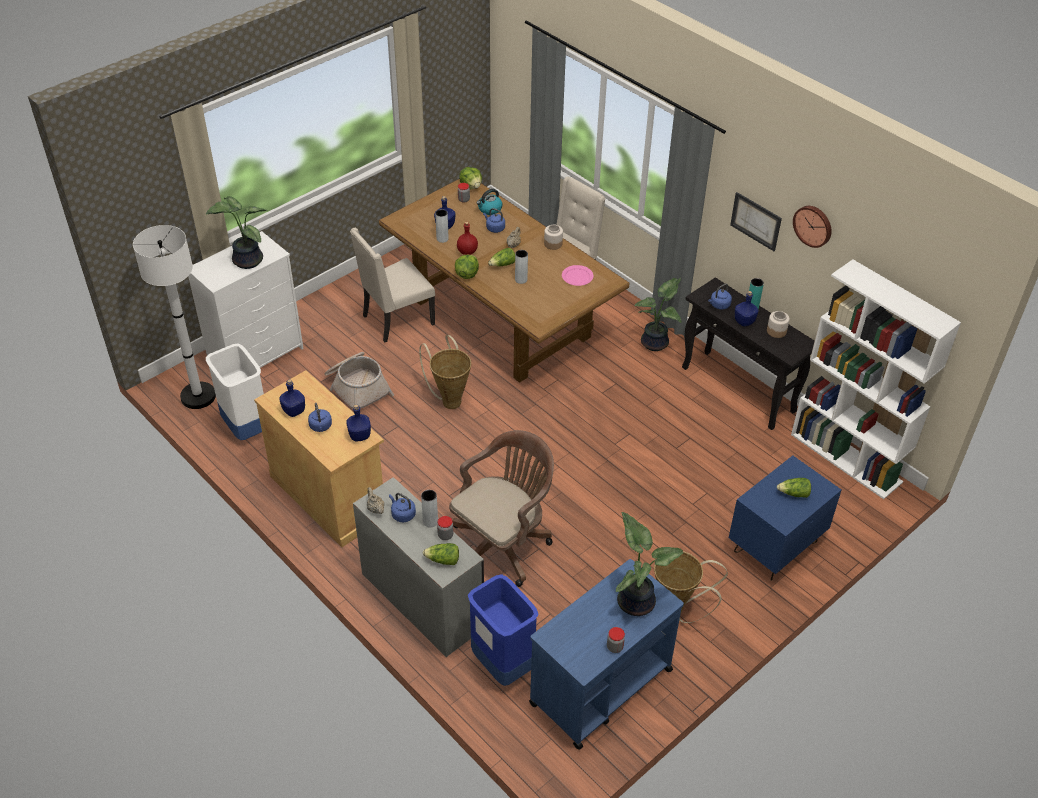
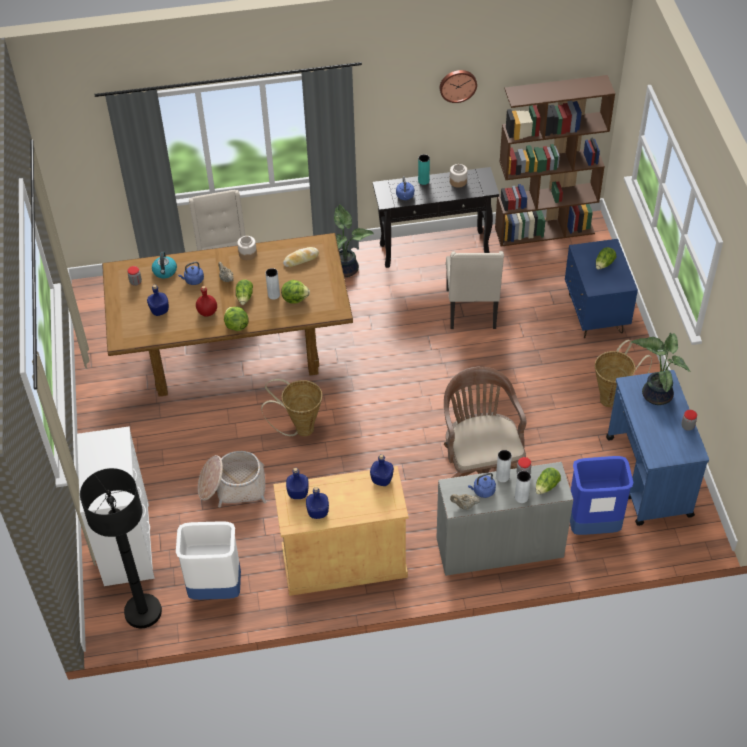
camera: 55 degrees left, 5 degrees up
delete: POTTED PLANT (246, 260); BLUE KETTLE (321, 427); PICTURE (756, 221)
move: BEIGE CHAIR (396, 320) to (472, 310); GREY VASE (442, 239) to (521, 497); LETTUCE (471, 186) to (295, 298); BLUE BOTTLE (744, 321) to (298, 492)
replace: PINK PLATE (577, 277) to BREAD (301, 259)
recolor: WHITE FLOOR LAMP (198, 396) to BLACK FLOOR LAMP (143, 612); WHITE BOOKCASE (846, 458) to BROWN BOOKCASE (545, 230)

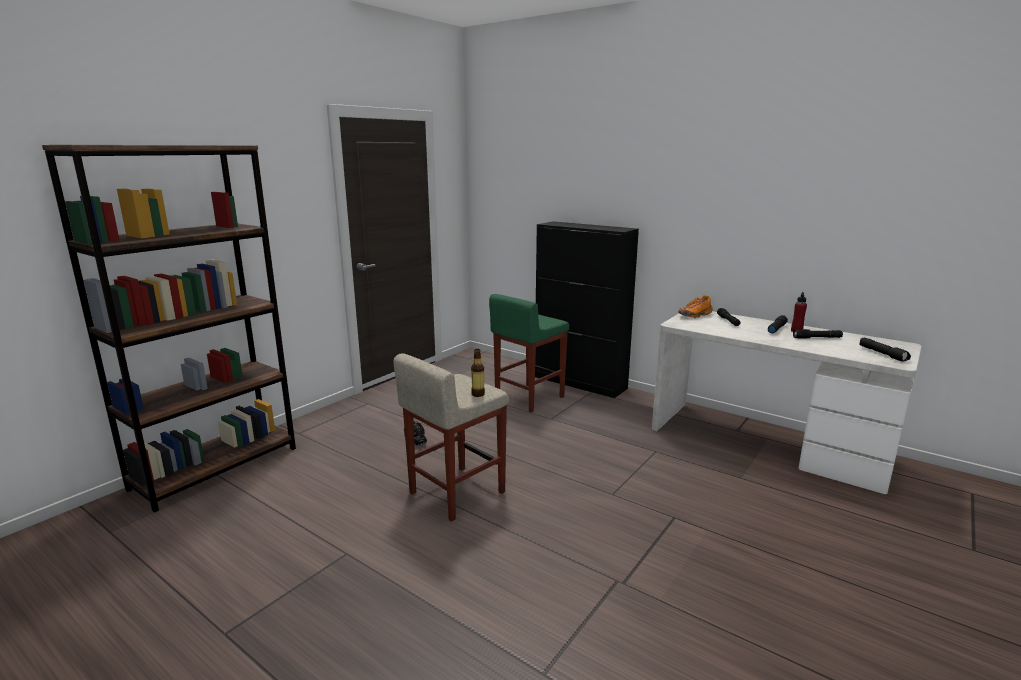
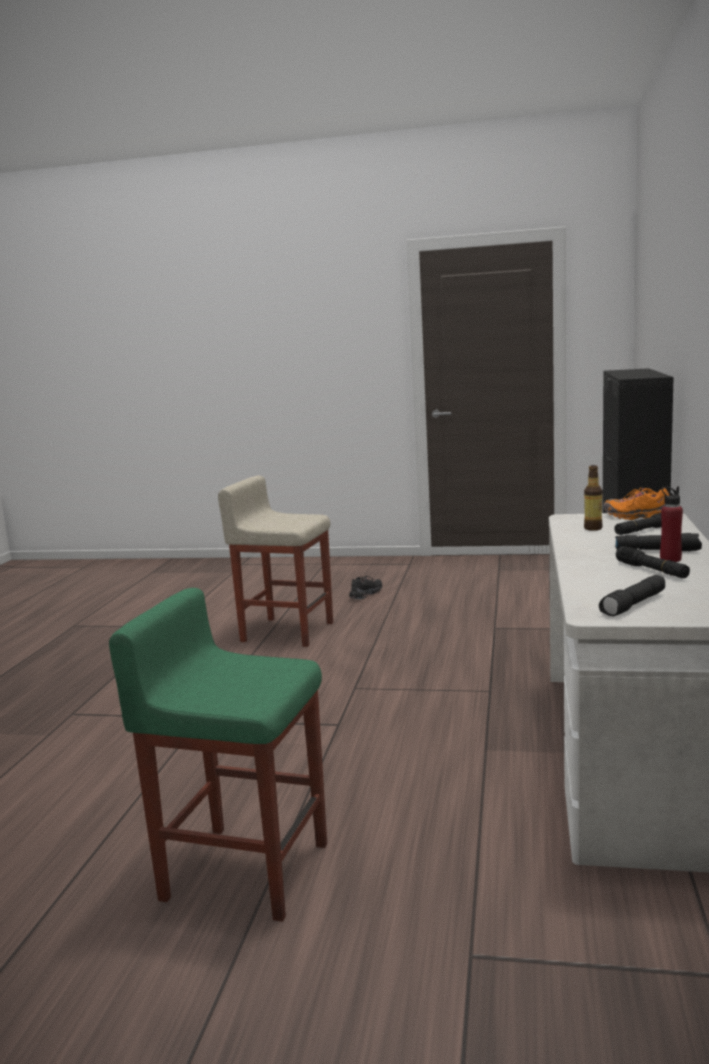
camera: 65 degrees right, 5 degrees down
delete: BROWN BOOKCASE (216, 468)
move: BOTTLE (478, 394) to (593, 528); GREEN STOOL (528, 398) to (243, 870)

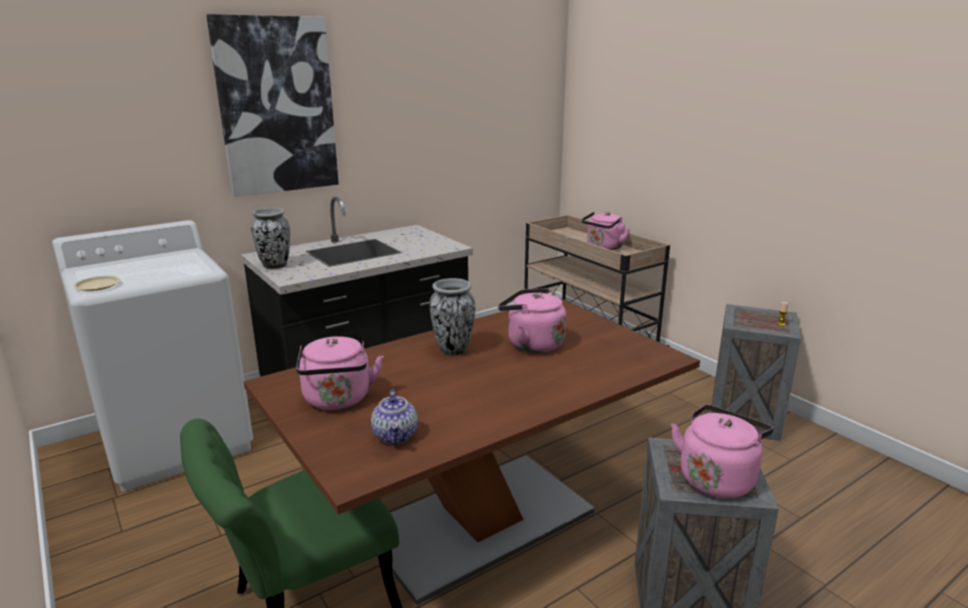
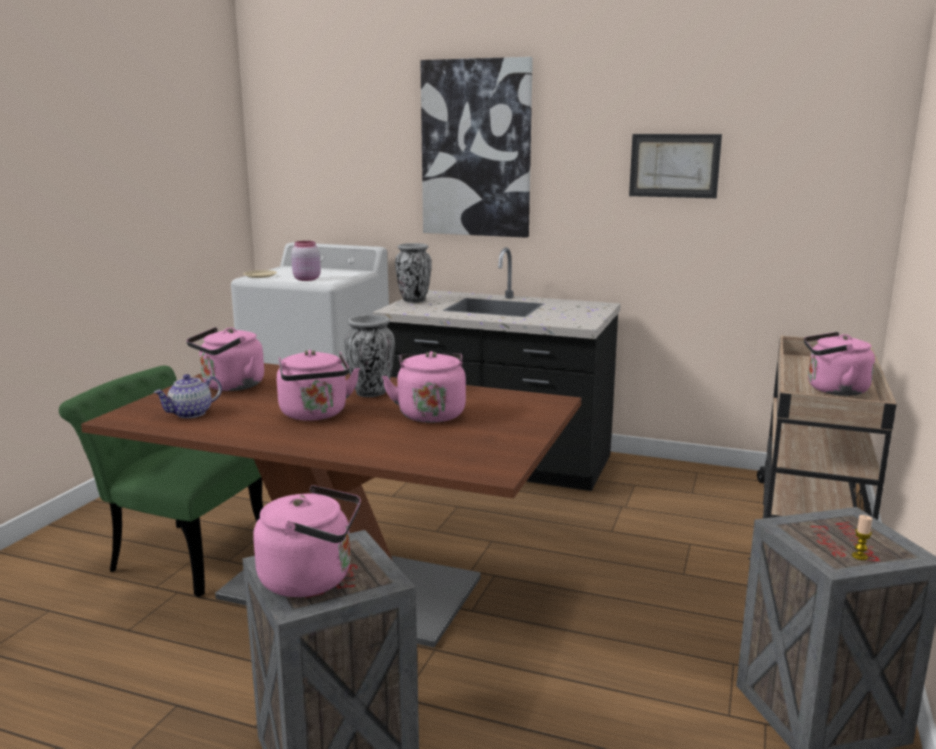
camera: 55 degrees right, 5 degrees down
insert: PINK KETTLE (315, 415); PINK JAR (306, 279); PICTURE (674, 165)

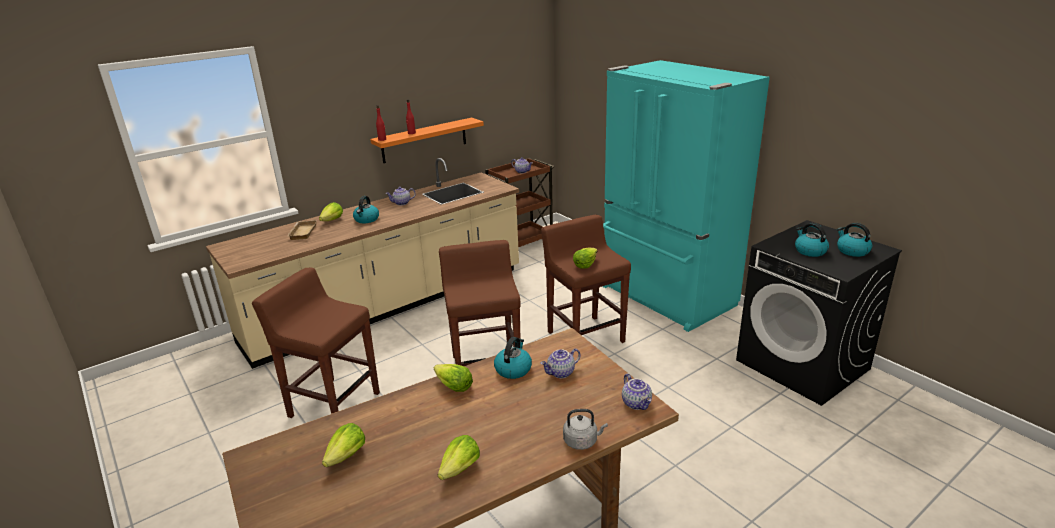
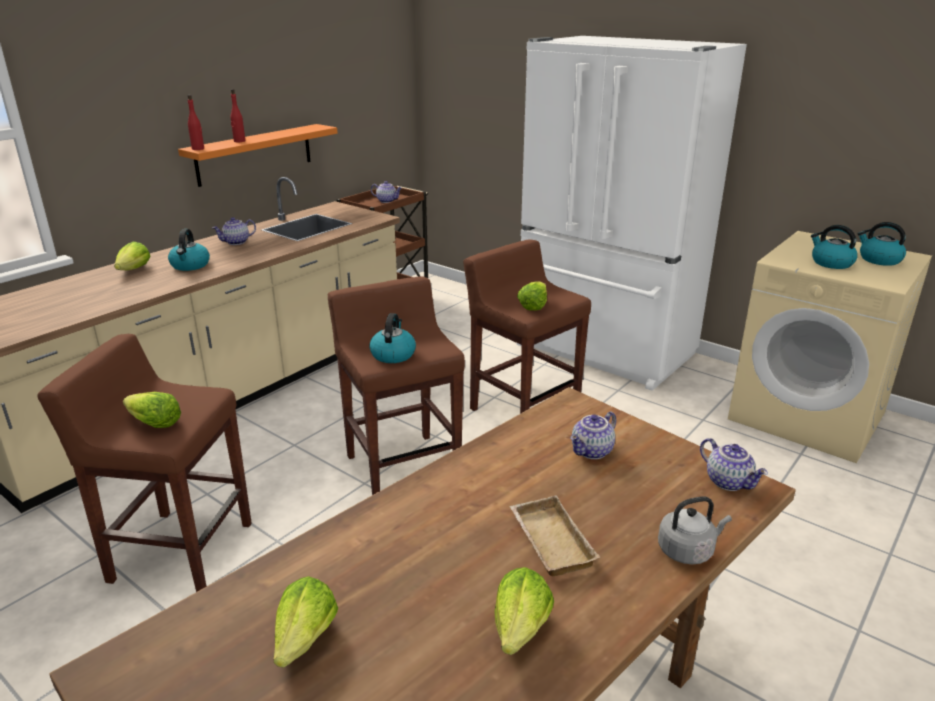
camera: 15 degrees left, 0 degrees up
move: BEIGE TRAY (302, 232) to (548, 541); LETTUCE (453, 386) to (154, 423); KETTLE (513, 369) to (393, 354)
recolor: TURQUOISE FRIDGE (666, 297) to WHITE FRIDGE (603, 351); BLACK WASHING MACHINE (803, 365) to BEIGE WASHING MACHINE (808, 416)

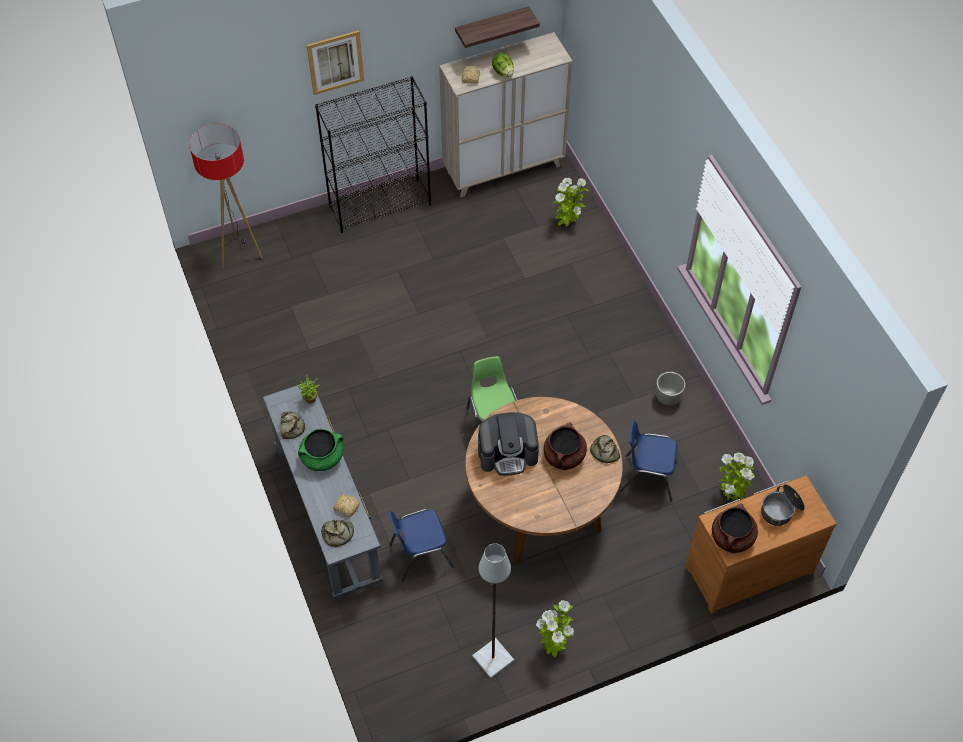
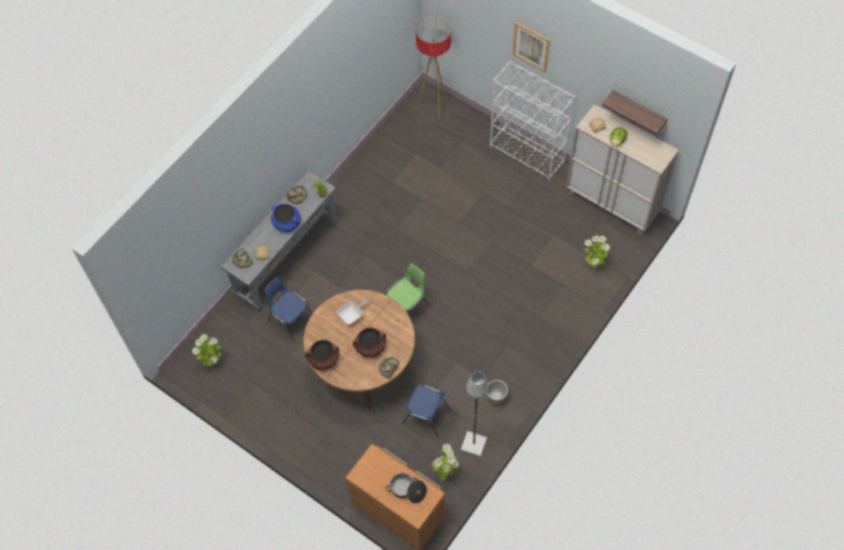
camera: 60 degrees right, 5 degrees up
move: GREY FLOOR LAMP (493, 659) to (473, 444); POTTED PLANT (553, 647) to (213, 363); BROWN COOKING POT (732, 538) to (323, 359)
replace: COFFEE MACHINE (508, 453) to FRYING PAN (352, 316)
recolor: GREEN COOKING POT (322, 457) to BLUE COOKING POT (287, 223); BLACK BOOKCASE (380, 205) to WHITE BOOKCASE (527, 154)
rotate: BLUE CHAIR (647, 477) = (427, 416) 135 degrees clockwise

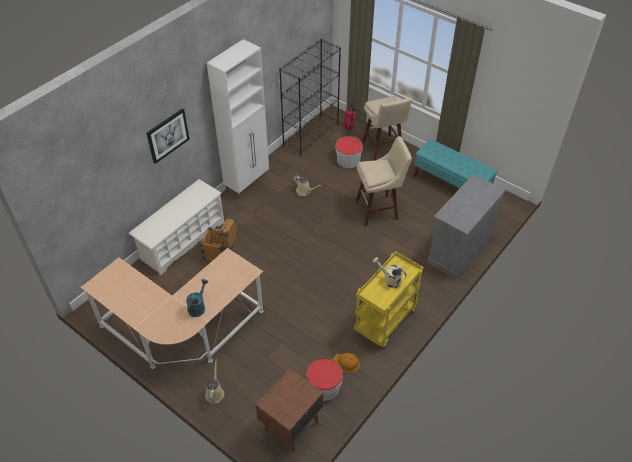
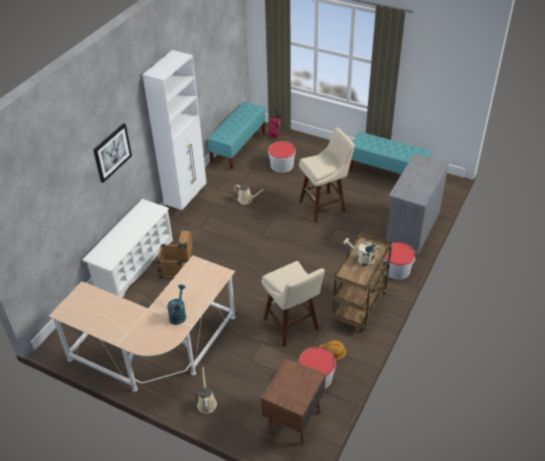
camera: 10 degrees left, 5 degrees down
insert: BUCKET (396, 270)
move: BEIGE STOOL (383, 149) to (292, 327)
replace: BLACK BOOKCASE (311, 135) to TURQUOISE BENCH (238, 147)
recolor: YELLOW CART (385, 322) to BROWN CART (359, 307)

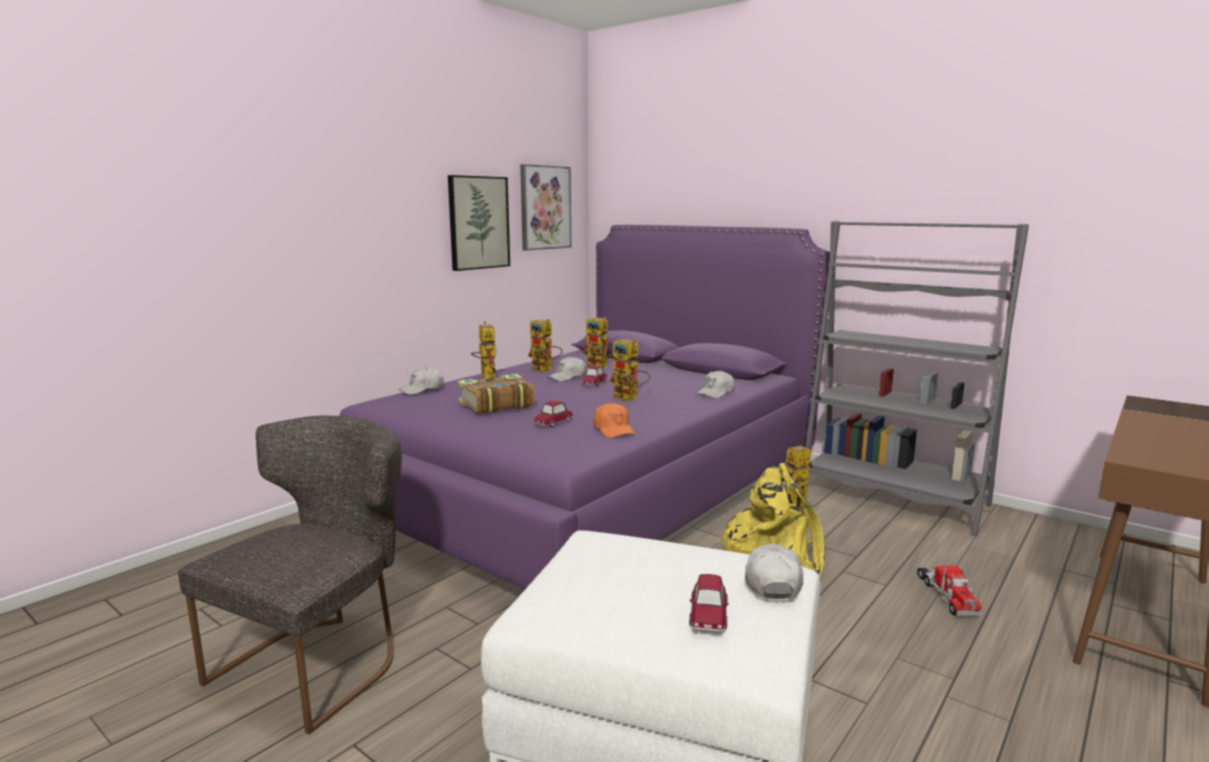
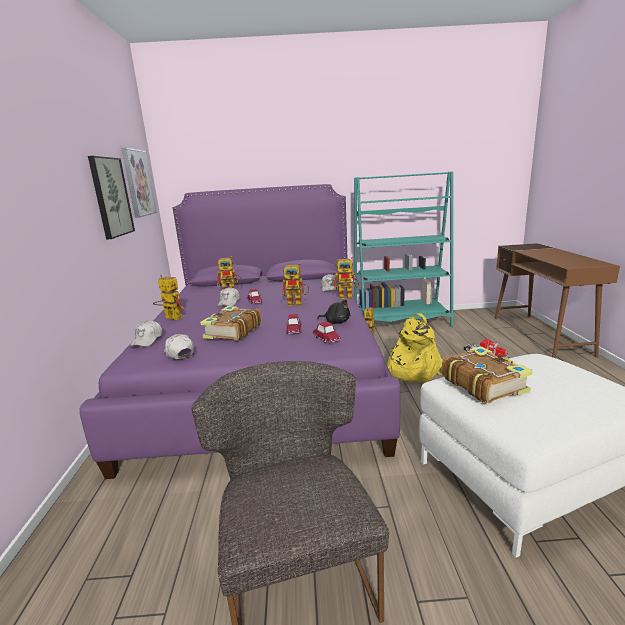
camera: 40 degrees left, 5 degrees up
insert: BOOK (483, 383)
move: TOY ROBOT (546, 370) to (348, 296); TOY CAR (708, 615) to (326, 338); WHITE CAP (771, 581) to (179, 352)
replace: ORANGE CAP (613, 430) to BLACK PLUSH TOY (336, 322)
recolor: GREY BOOKCASE (893, 498) to TURQUOISE BOOKCASE (401, 322)

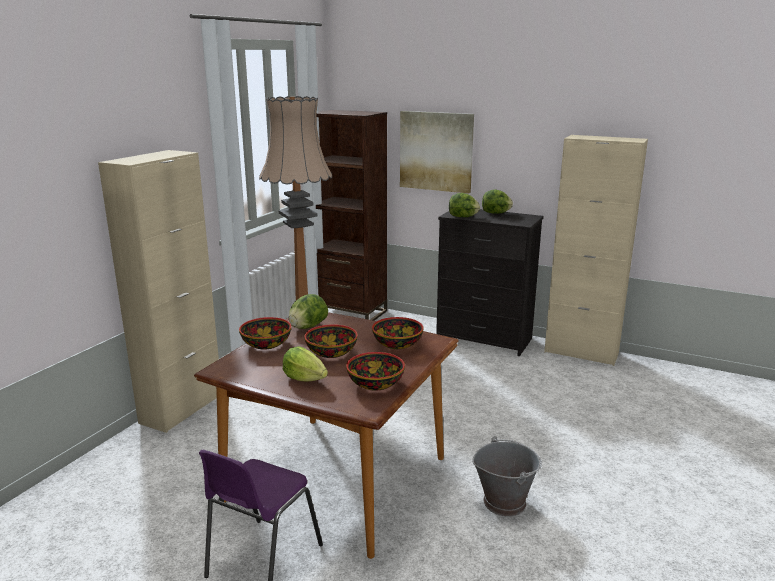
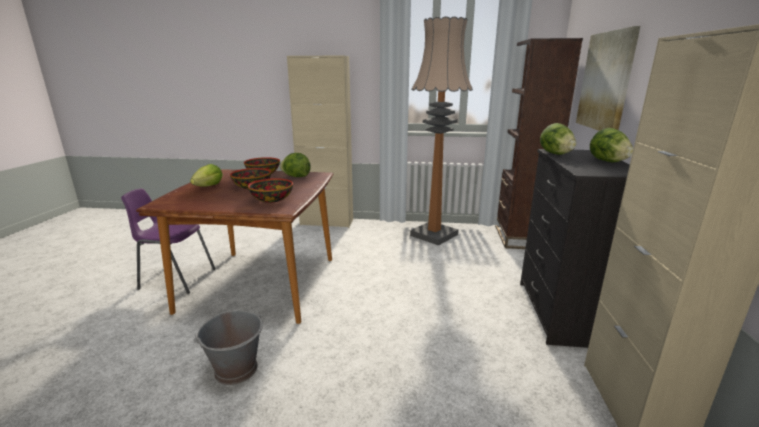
camera: 70 degrees right, 0 degrees up
delete: BOWL (376, 384)

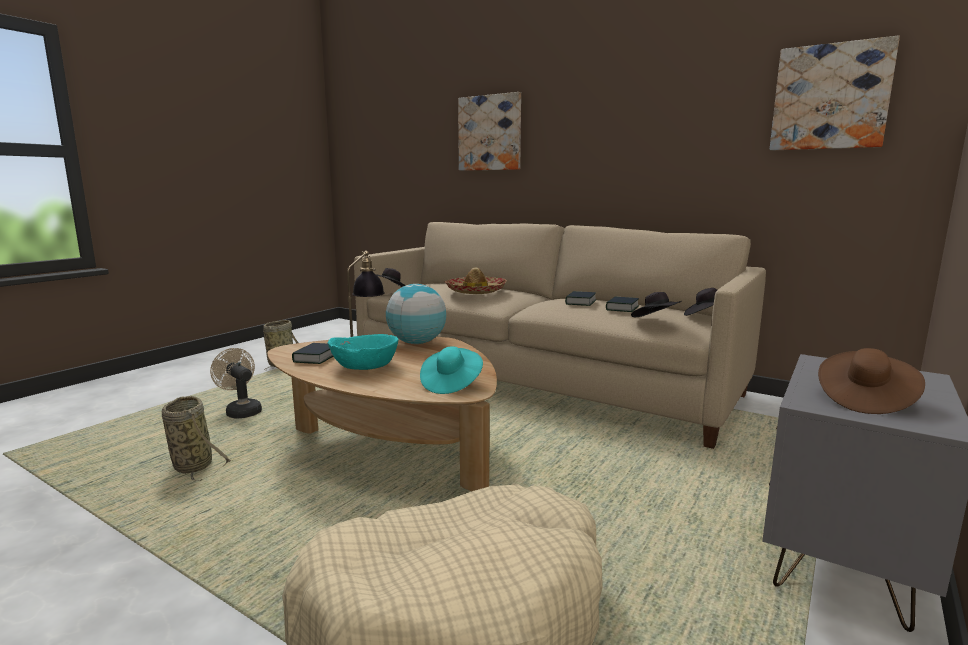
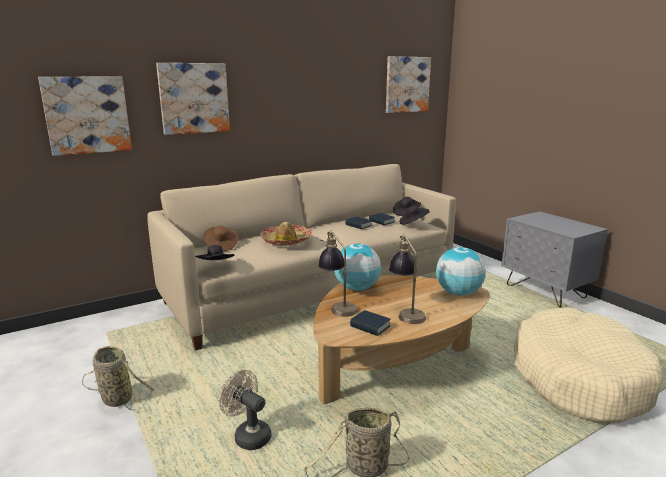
camera: 65 degrees left, 5 degrees up
insert: PICTURE (87, 115)
move: BROWN HAT (864, 400) to (221, 246)
replace: TURQUOISE BOWL (364, 366) to TABLE LAMP (406, 312); TURQUOISE HAT (451, 384) to GLOBE (458, 293)
rotate: BEIGE FAN (241, 411) = (248, 435) 60 degrees clockwise

